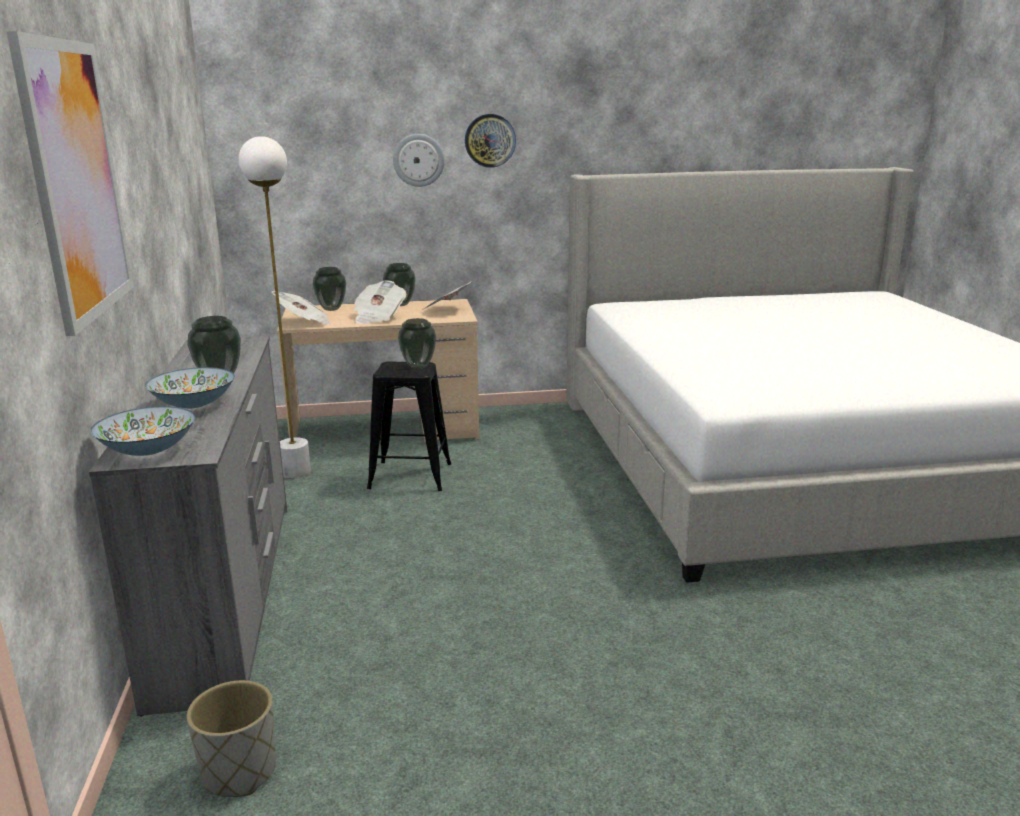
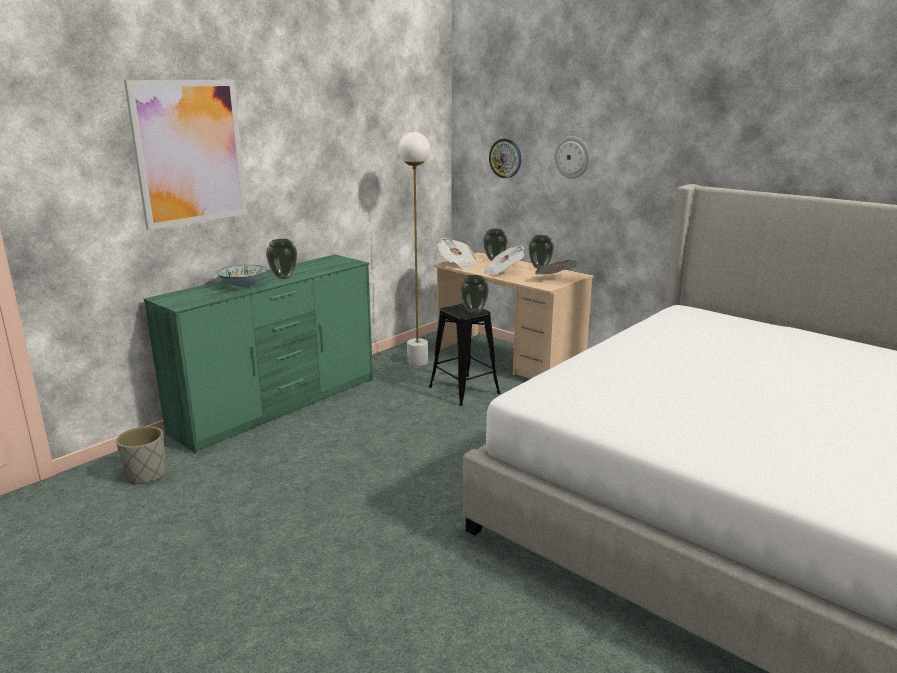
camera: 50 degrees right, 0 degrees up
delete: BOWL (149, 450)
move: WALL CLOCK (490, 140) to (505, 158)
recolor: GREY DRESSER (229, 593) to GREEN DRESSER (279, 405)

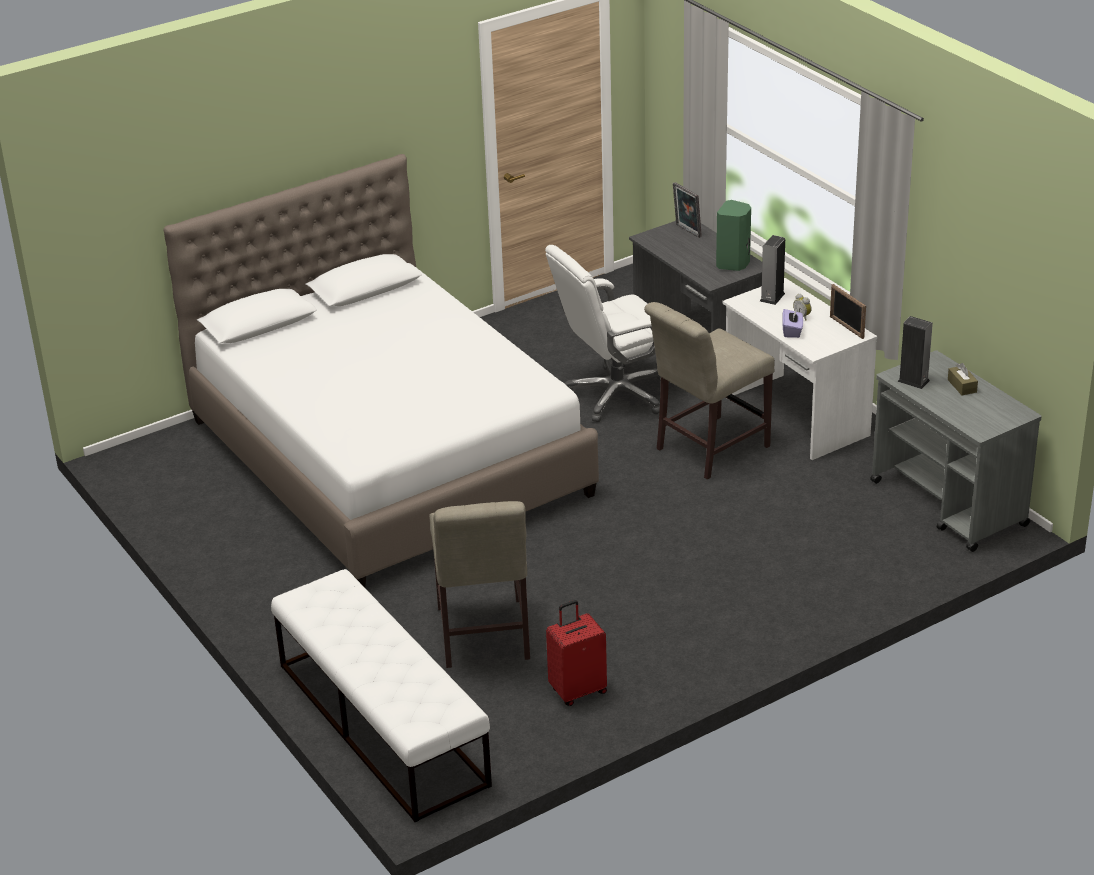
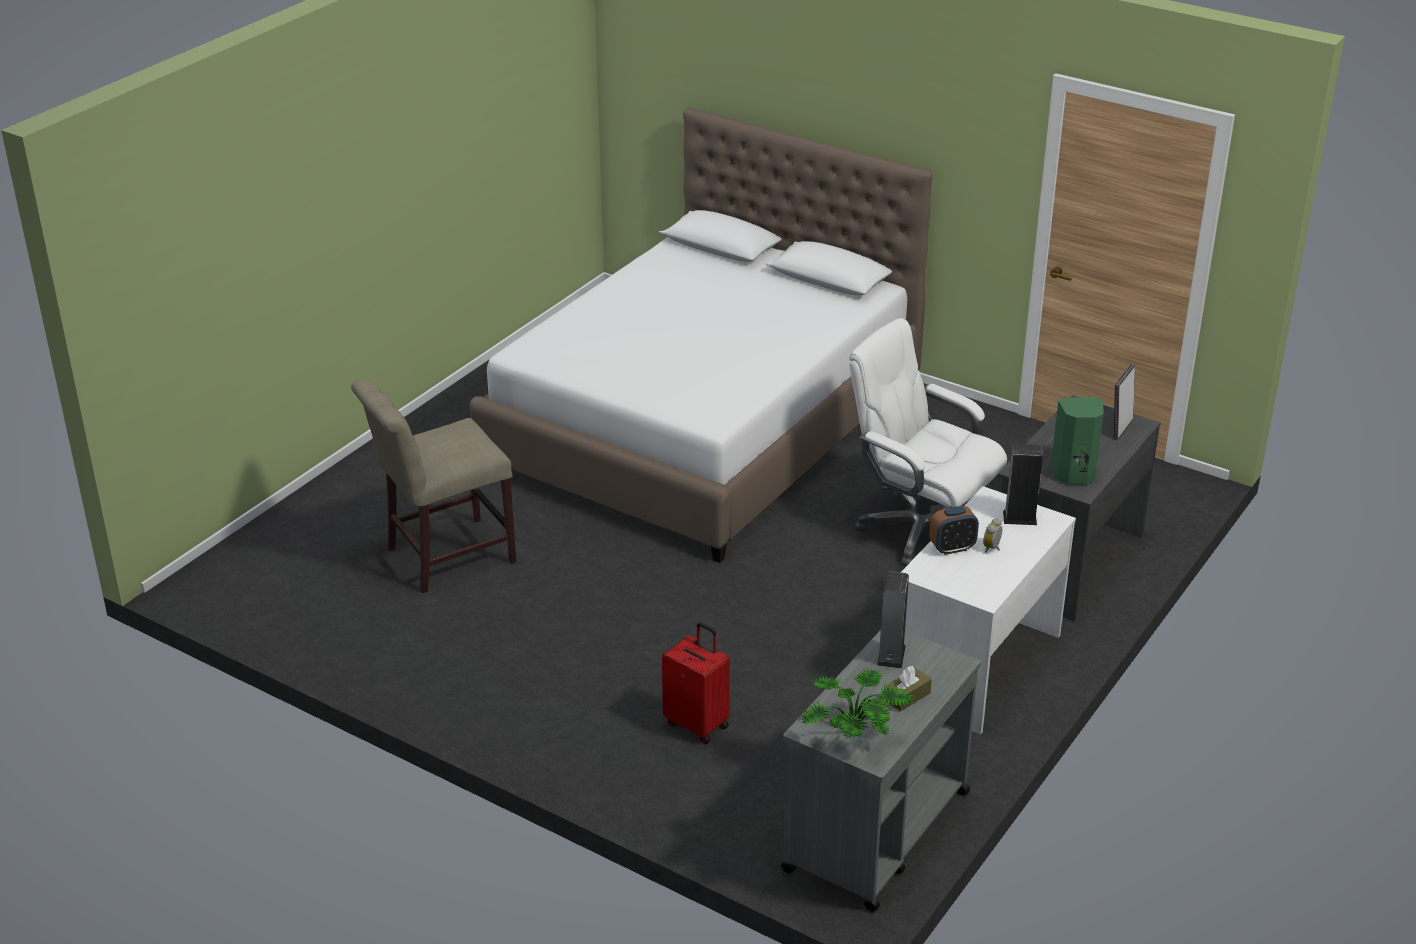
camera: 65 degrees right, 0 degrees up
delete: WHITE BENCH (381, 723); BEIGE CHAIR (707, 449); PICTURE FRAME (846, 327)
insert: POTTED PLANT (855, 736)
move: RED SUITCASE (577, 690) to (697, 724)
replace: PURPLE TISSUE BOX (792, 331) to ALARM CLOCK (952, 548)

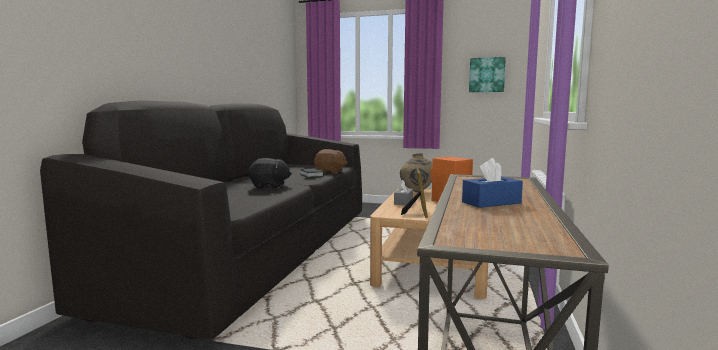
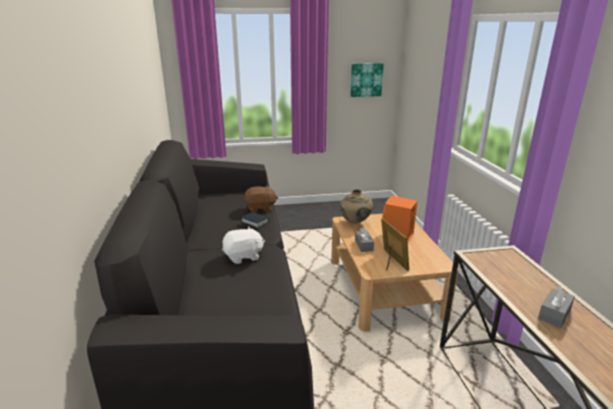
camera: 25 degrees left, 15 degrees up
recolor: BLACK PLUSH TOY (269, 186) to WHITE PLUSH TOY (243, 256); BLUE TISSUE BOX (491, 202) to GREY TISSUE BOX (554, 314)

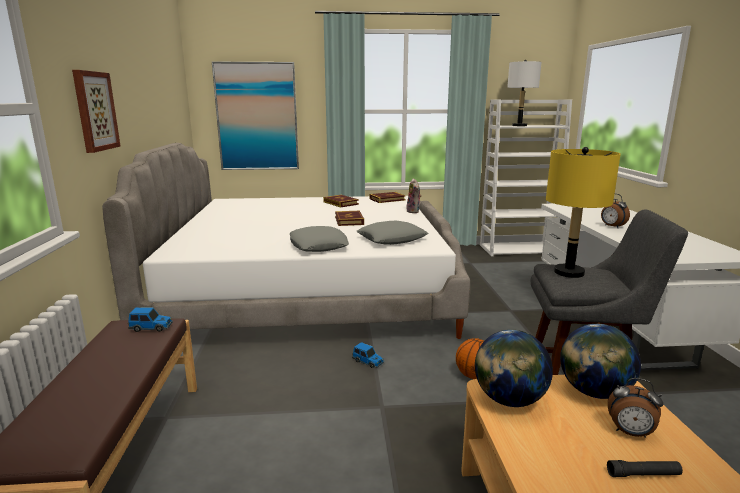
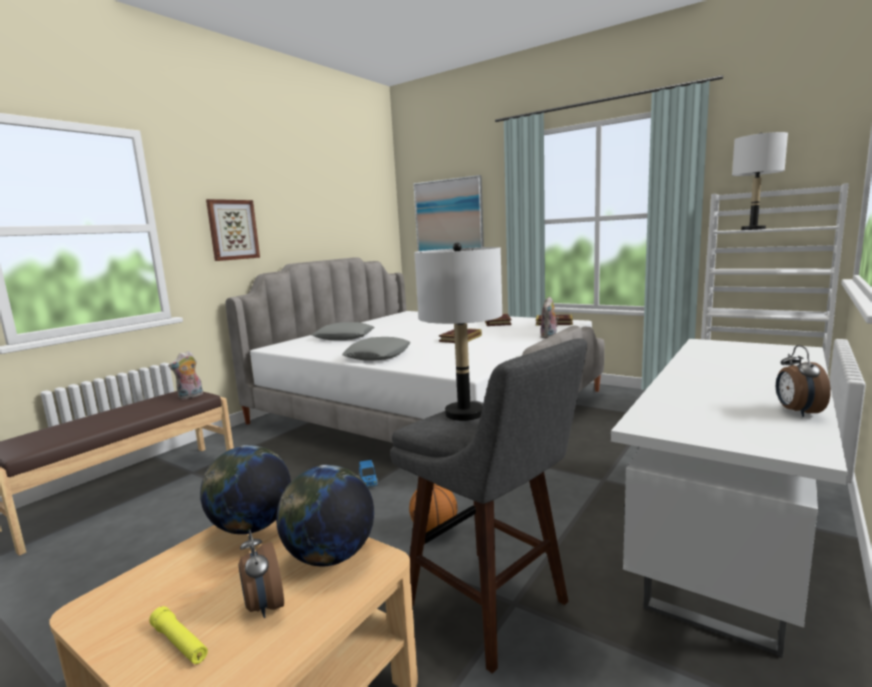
camera: 40 degrees right, 5 degrees down
move: GREY PILLOW (391, 239) to (344, 337); ALARM CLOCK (612, 227) to (796, 412)
replace: TOY CAR (151, 327) to PLUSH TOY (190, 396)
recolor: YELLOW TABLE LAMP (568, 272) to WHITE TABLE LAMP (464, 413); BLACK FLASHLIGHT (643, 474) to YELLOW FLASHLIGHT (180, 643)

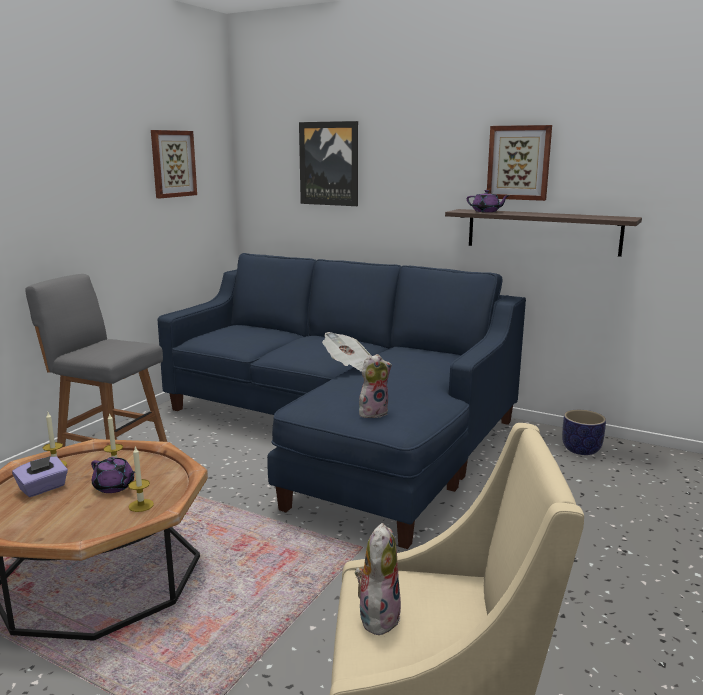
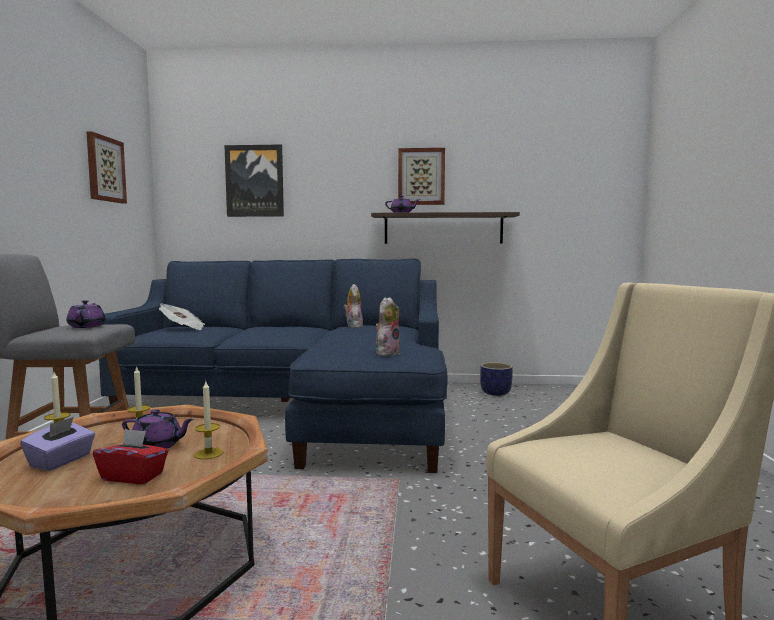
camera: 25 degrees left, 10 degrees down
insert: PURPLE TEAPOT (87, 326); RED TISSUE BOX (133, 476)
move: NEWSPAPER (349, 366) to (183, 328); PLUSH TOY (377, 615) to (353, 326)

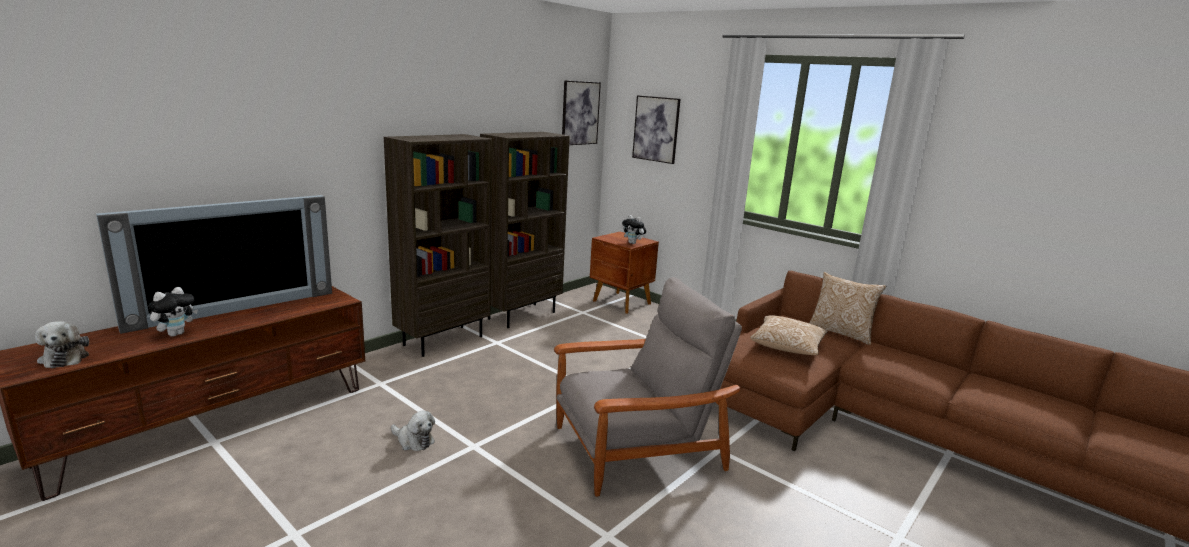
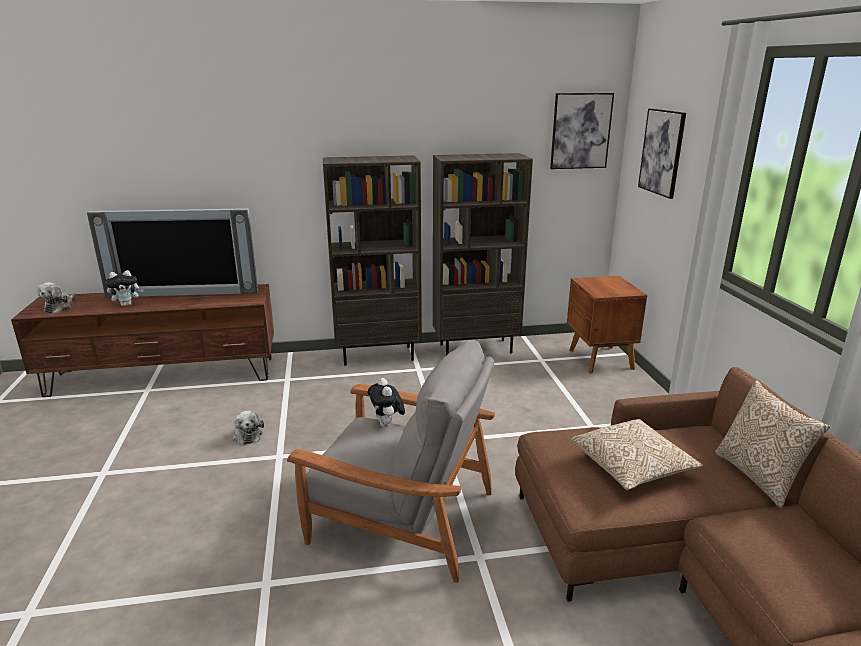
camera: 40 degrees right, 5 degrees up
move: PLUSH TOY (633, 243) to (387, 424)

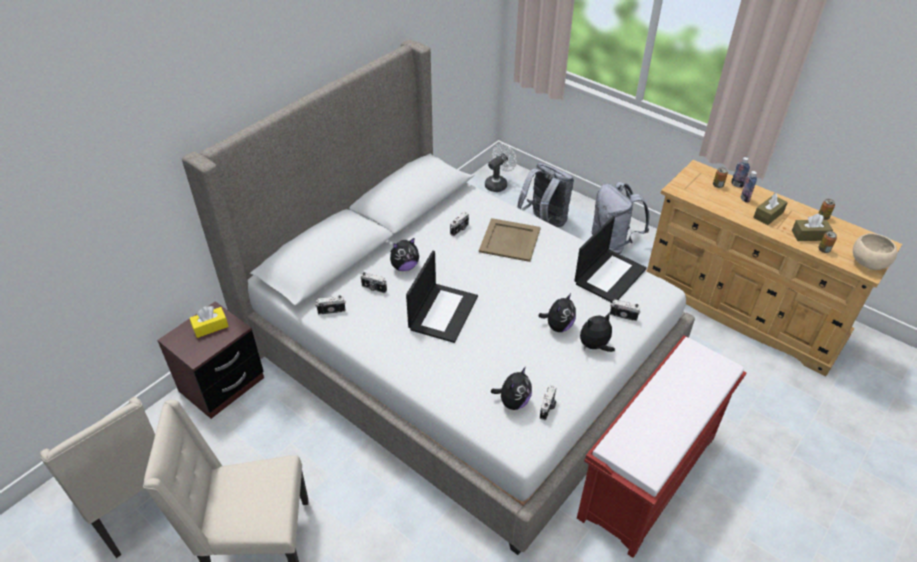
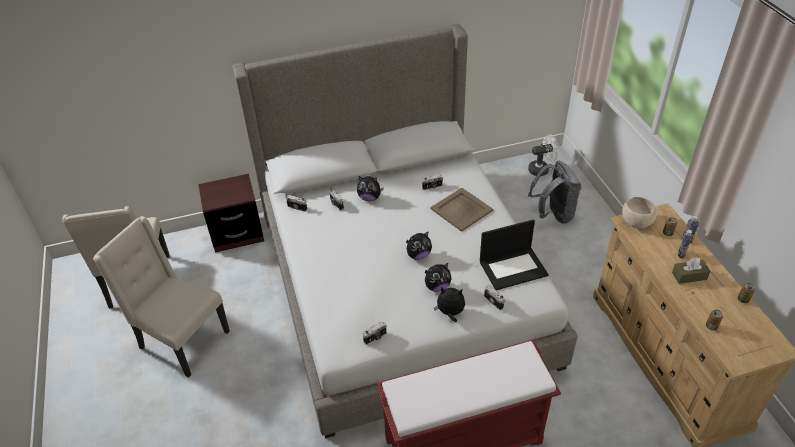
camera: 35 degrees right, 0 degrees up
delete: YELLOW TISSUE BOX (210, 327); LAPTOP (443, 312); GREY BACKPACK (613, 242); BROWN TISSUE BOX (809, 235)
move: PLUSH TOY (513, 402) to (418, 255); BEIGE BOWL (868, 263) to (636, 222)

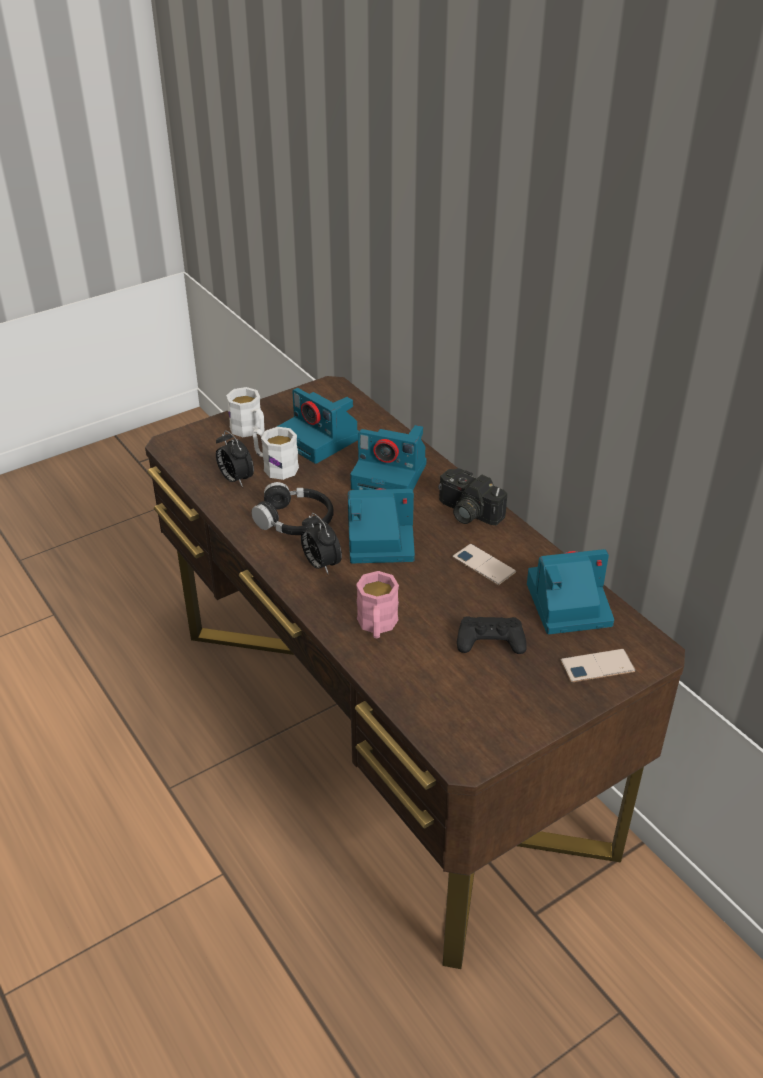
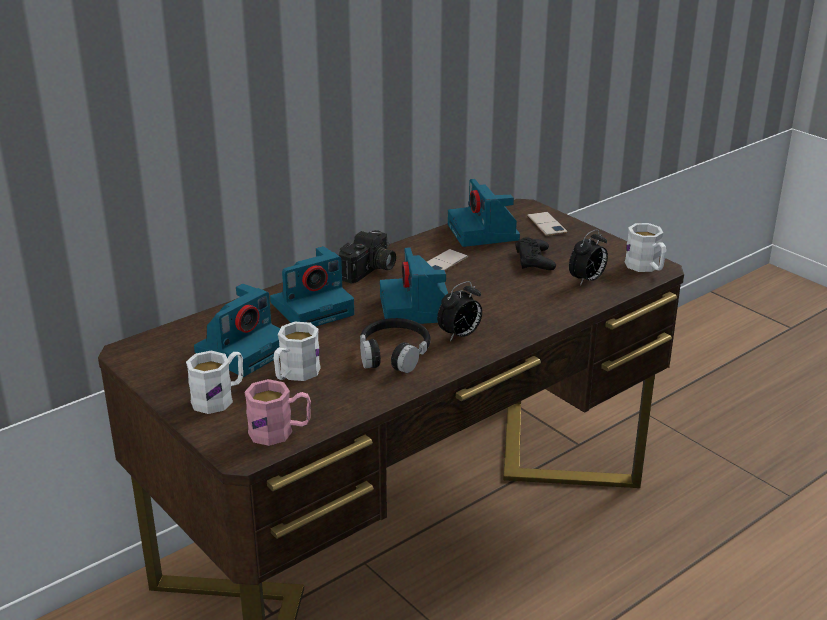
camera: 95 degrees left, 10 degrees down
insert: WHITE MUG (646, 267)
move: ALARM CLOCK (235, 479) to (587, 280); PINK MUG (377, 626) to (280, 432)
rotate: PHOTO CAMERA (391, 476) = (313, 307) 45 degrees clockwise

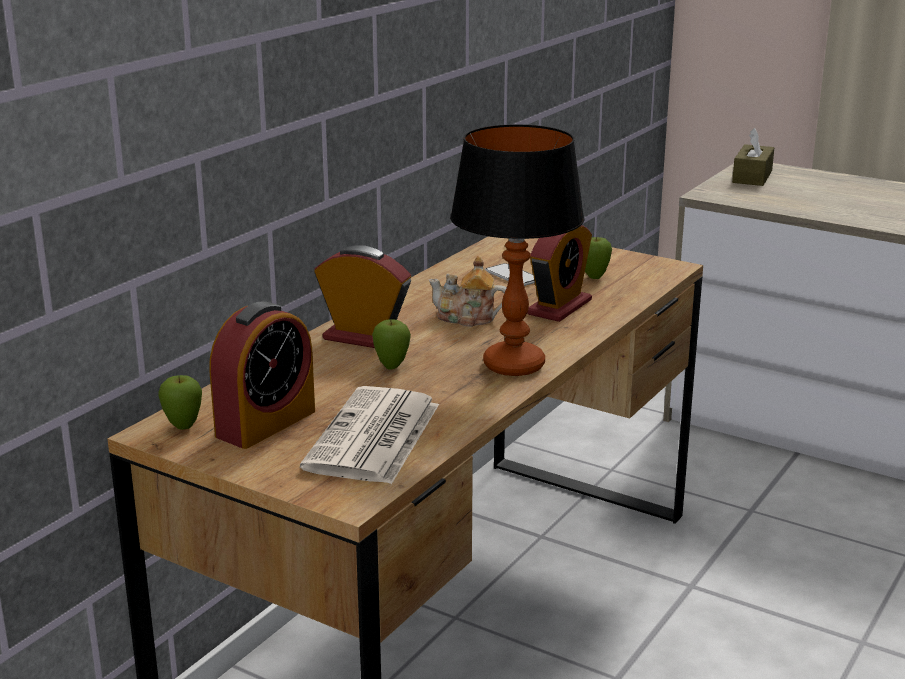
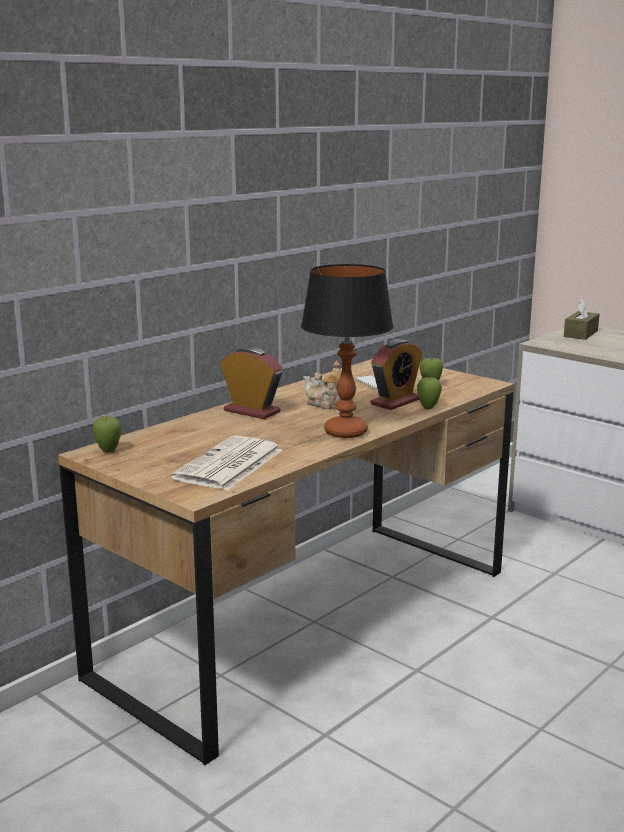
camera: 10 degrees right, 5 degrees down
delete: ALARM CLOCK (266, 423)
move: APPLE (392, 367) to (428, 408)

